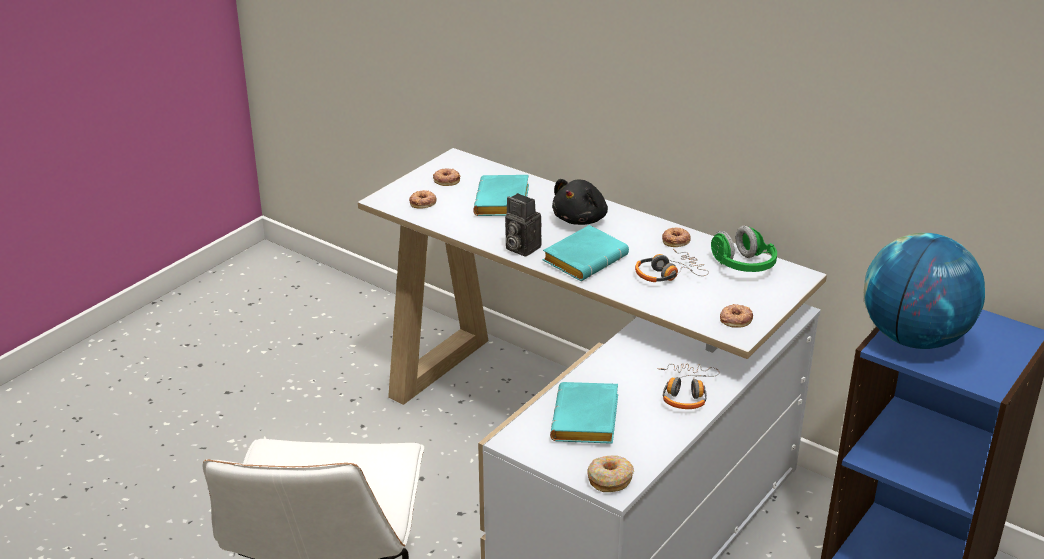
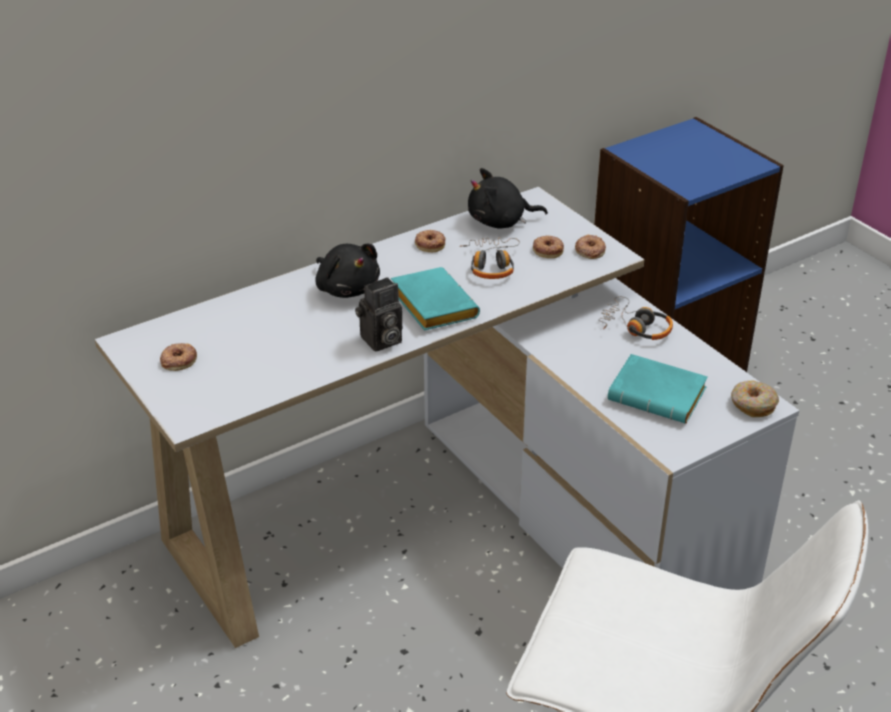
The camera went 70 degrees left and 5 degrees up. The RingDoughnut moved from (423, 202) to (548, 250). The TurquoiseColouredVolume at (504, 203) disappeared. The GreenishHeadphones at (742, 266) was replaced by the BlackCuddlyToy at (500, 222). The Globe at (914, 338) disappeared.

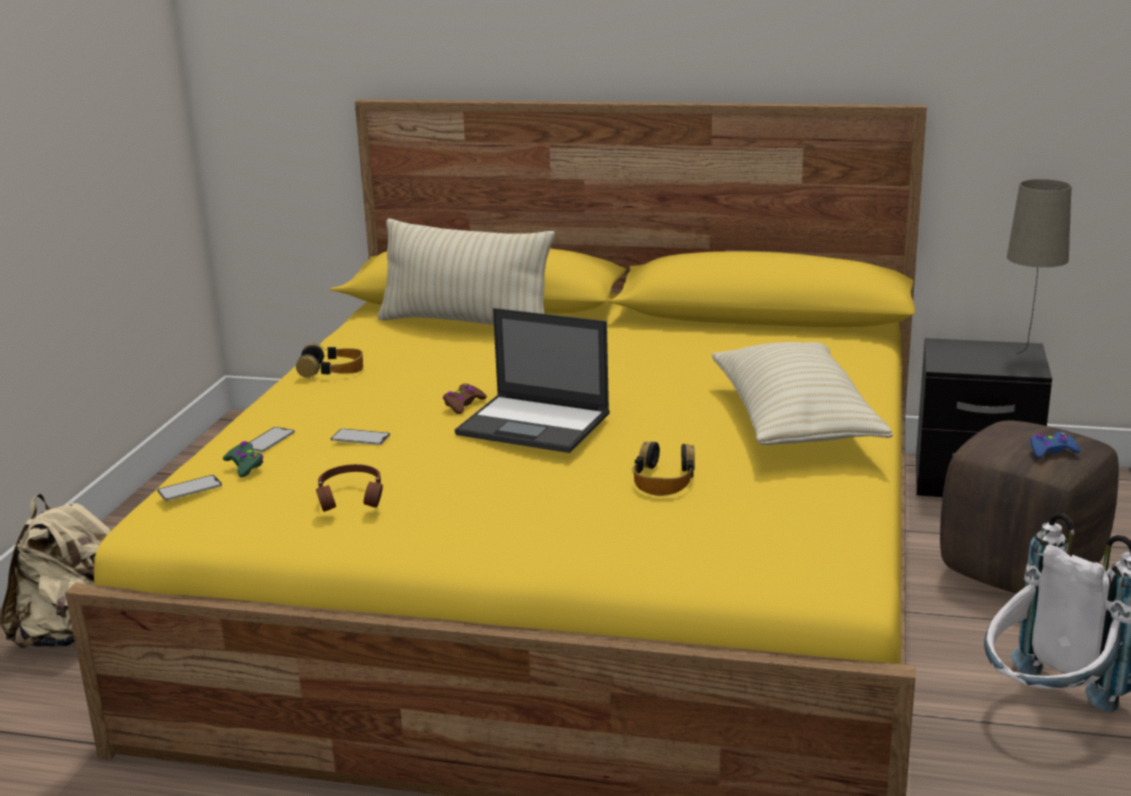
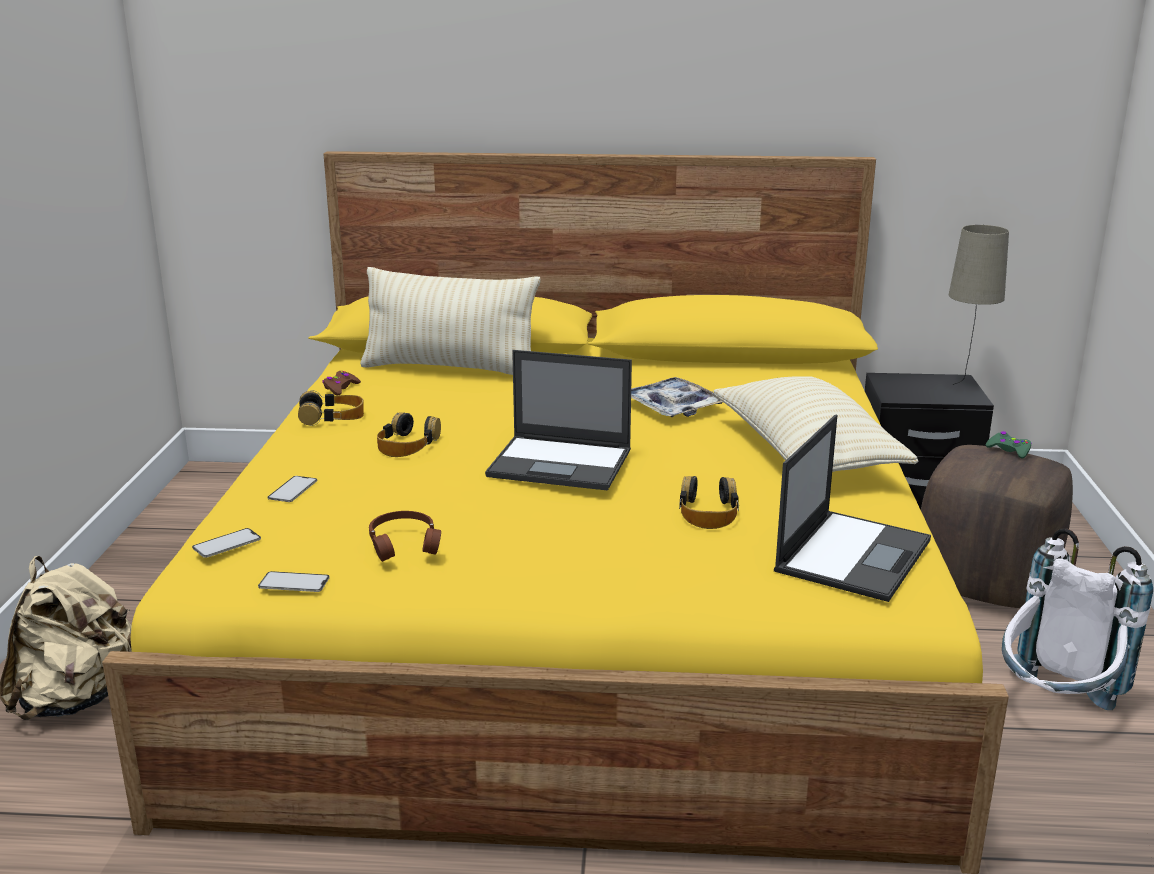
The camera went 10 degrees left and 0 degrees up. The GreenishGameController moved from (245, 465) to (1009, 450). The Phone moved from (360, 437) to (294, 582). The BrownGameController moved from (463, 404) to (340, 388). The BlueGameController at (1052, 451) disappeared. The Headphones at (407, 445) appeared. The Tray at (672, 407) appeared. The Laptop at (853, 554) appeared.

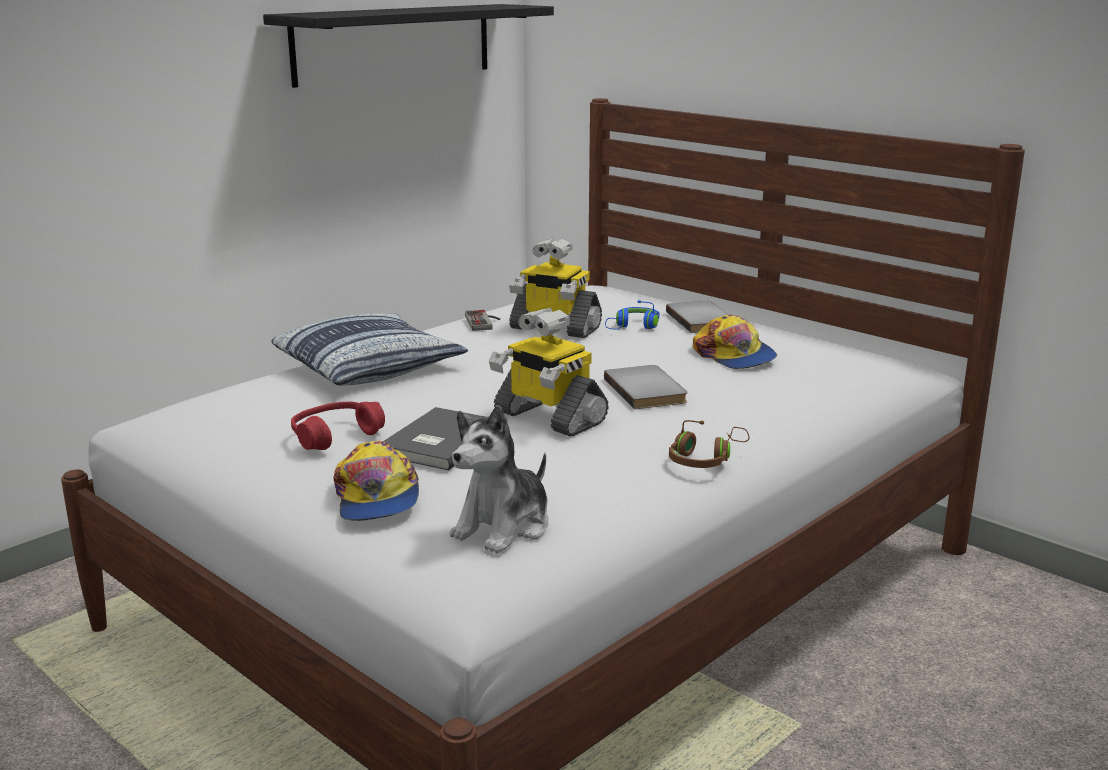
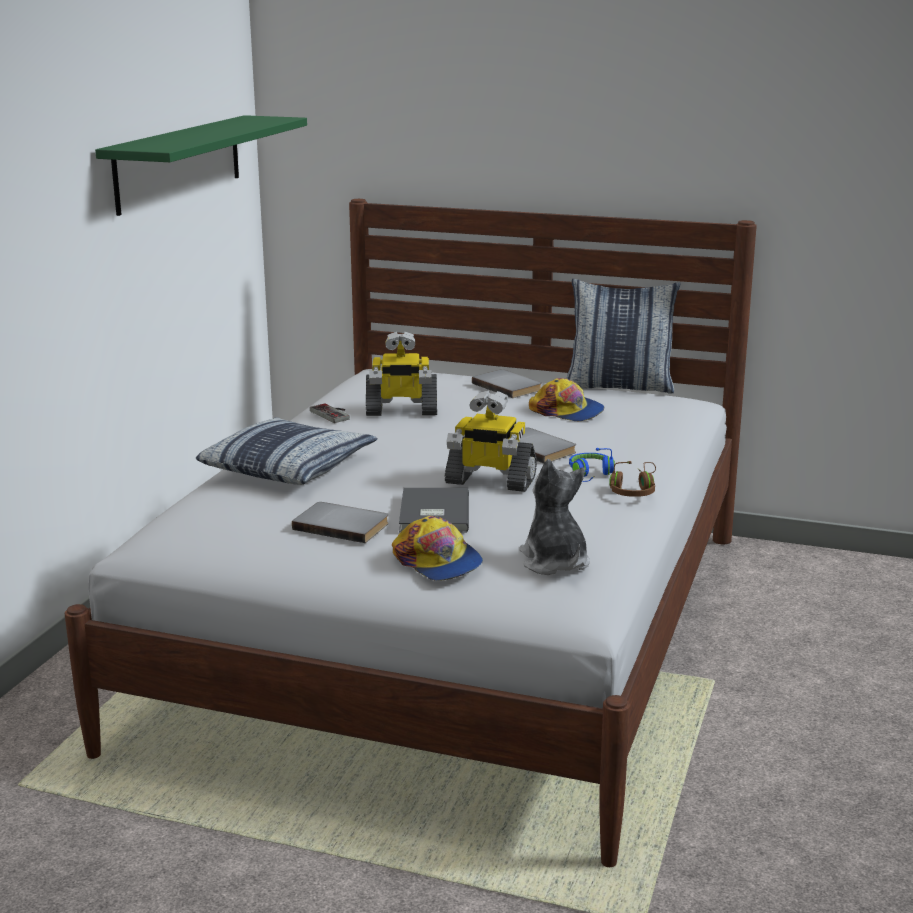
The camera went 25 degrees left and 0 degrees up. The BlackShelf at (394, 43) became the GreenishShelf at (179, 163). The ReddishHeadphones at (335, 436) was replaced by the GreyVolume at (342, 525). The CuddlyToy at (504, 527) turned 150 degrees clockwise. The BlueHeadphones moved from (633, 327) to (590, 475). The Cushion at (620, 386) appeared.

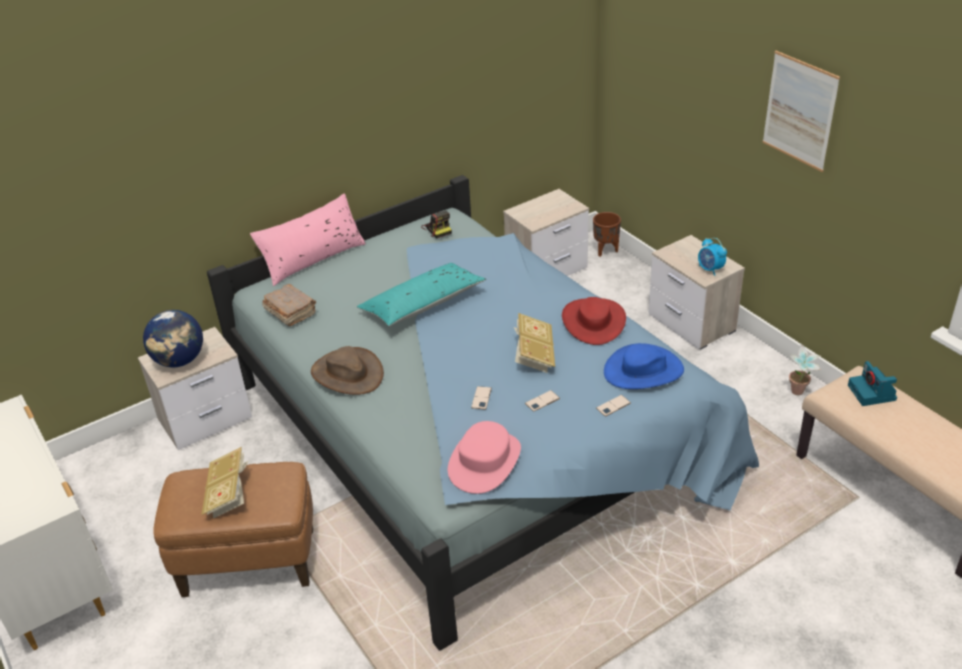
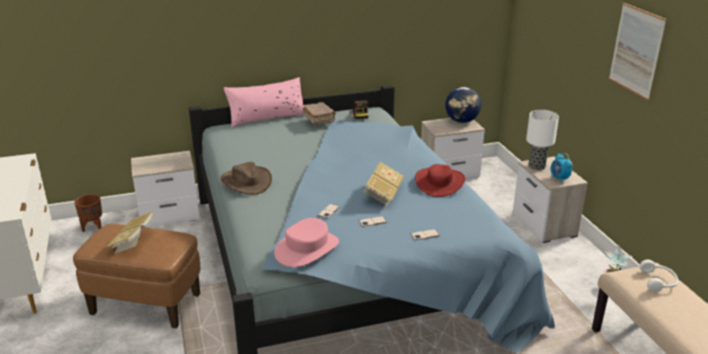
The camera went 15 degrees right and 10 degrees down. The Globe moved from (180, 361) to (462, 121). The BrownVolume moved from (290, 312) to (318, 119). The TurquoiseColouredCushion at (423, 304) disappeared. The BrownPlantPot moved from (605, 250) to (93, 228). The BlueWearableHat at (643, 371) disappeared. The StillCamera at (872, 393) was replaced by the WhiteHeadphones at (659, 281). The LampForATable at (537, 166) appeared.

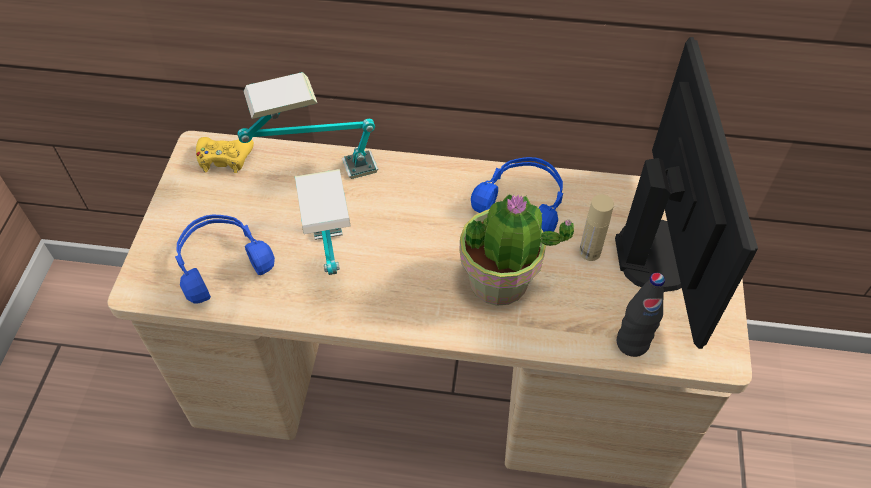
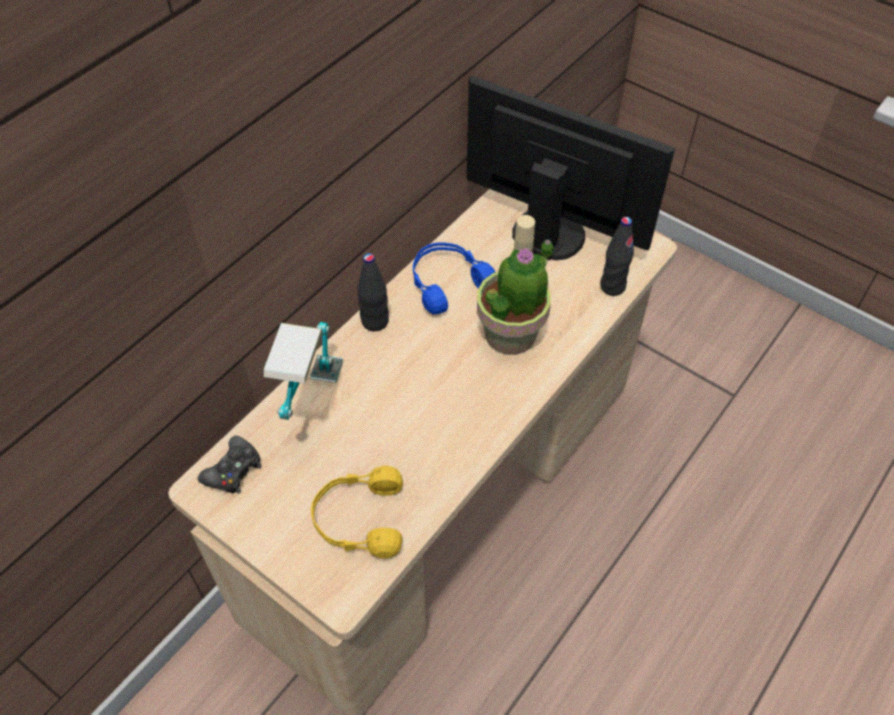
The camera went 60 degrees left and 0 degrees up. The BlueHeadphones at (221, 262) became the YellowHeadphones at (358, 519). The YellowGameController at (224, 158) became the BlackGameController at (233, 470). The LampForATable at (333, 264) disappeared. The BlackBeverageBottle at (375, 322) appeared.

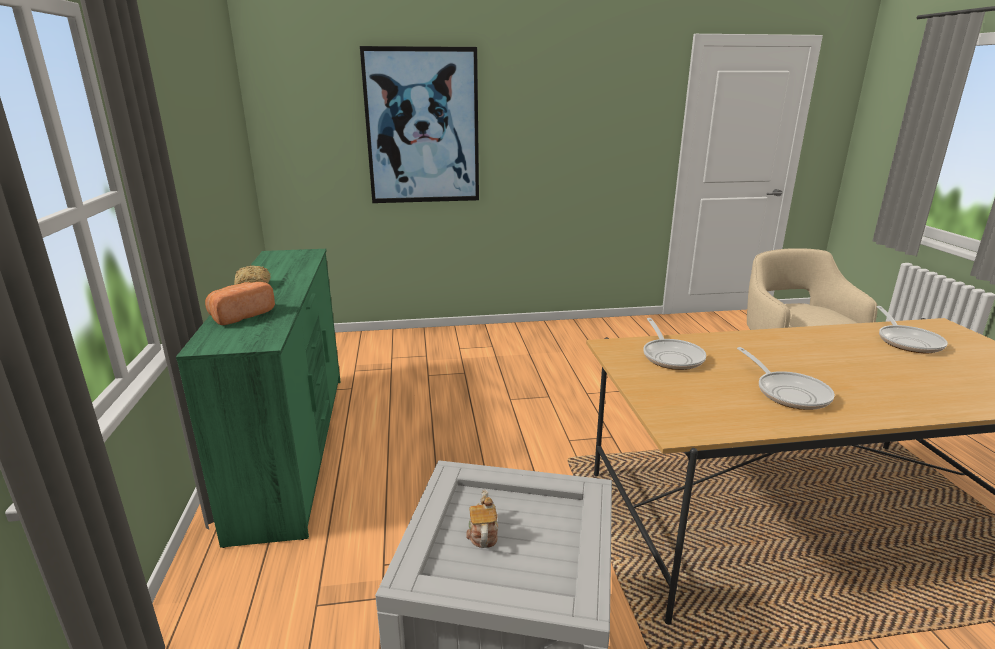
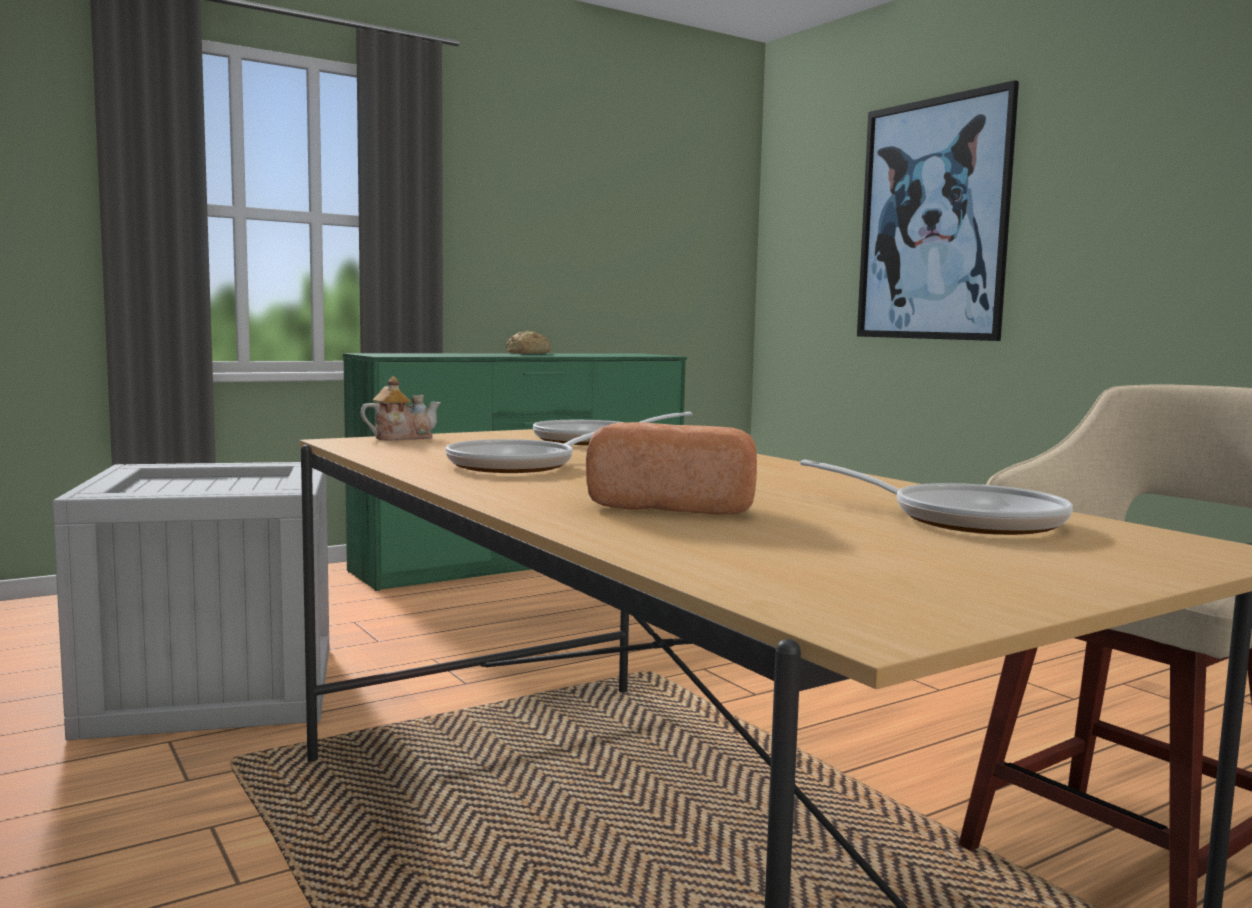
The camera went 65 degrees right and 15 degrees down. The Bread moved from (240, 315) to (675, 506). The PotForTea moved from (482, 533) to (401, 438). The Pan at (907, 341) turned 120 degrees counterclockwise.

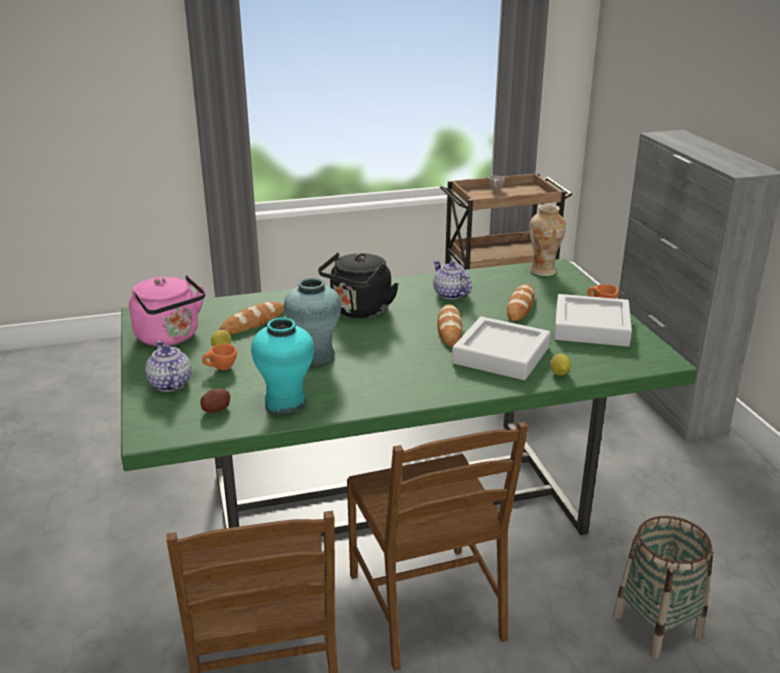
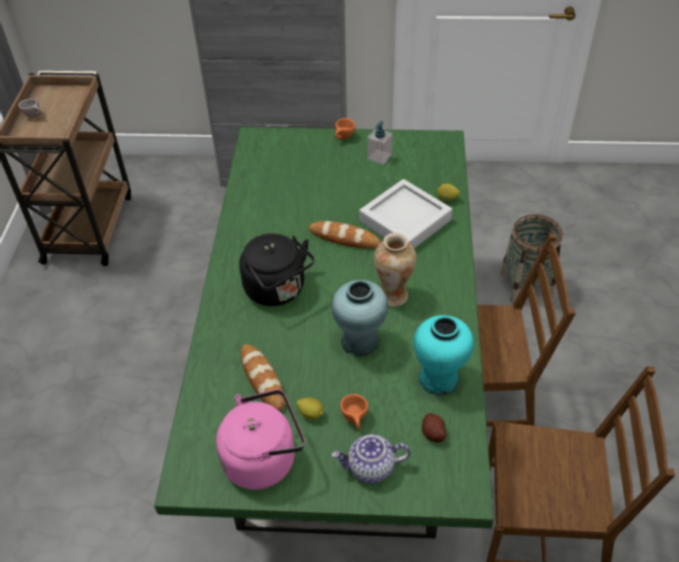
The camera went 70 degrees left and 20 degrees up. The PotForTea at (450, 294) disappeared. The Bread at (520, 306) disappeared. The DecorativeVase moved from (543, 271) to (393, 295). The GreyTray at (591, 327) was replaced by the SoapBottle at (379, 157).

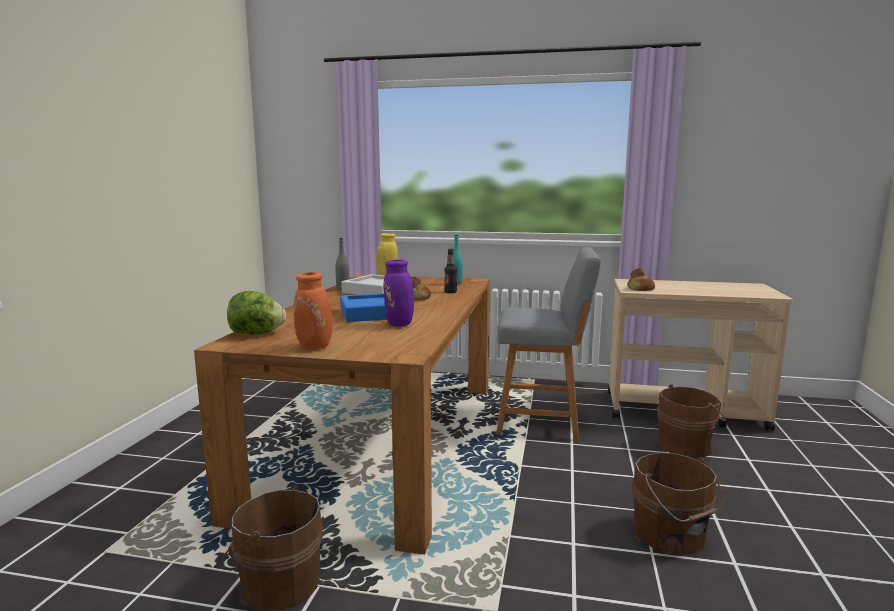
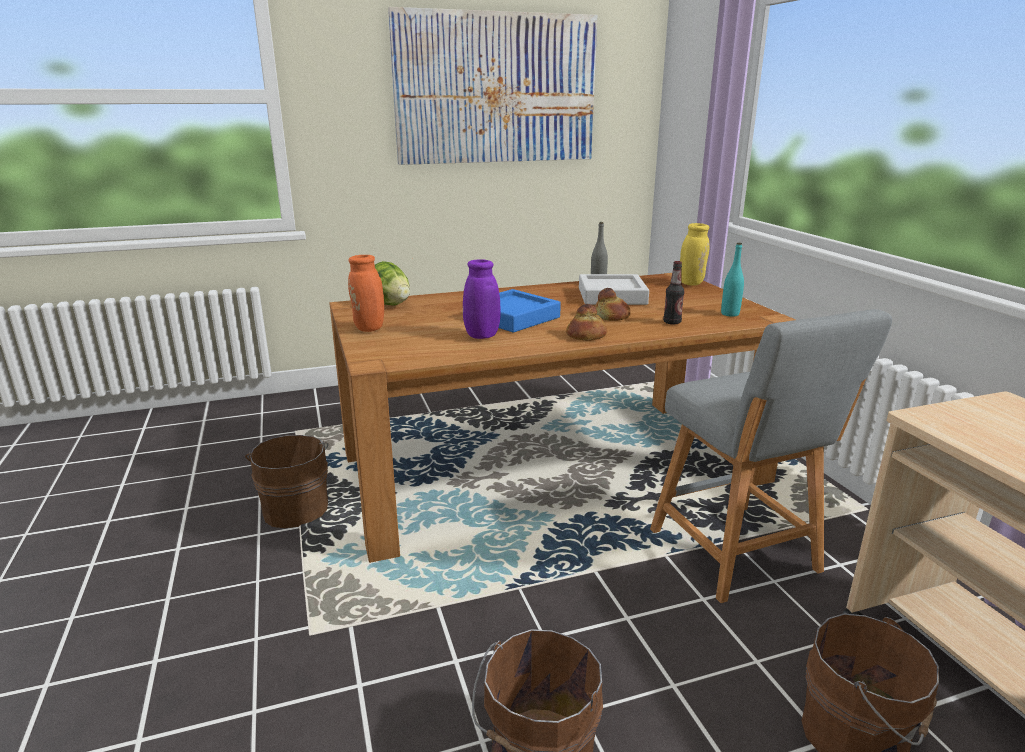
The camera went 60 degrees right and 10 degrees up. The Bread moved from (641, 289) to (587, 336). The WallArt at (496, 89) appeared.

